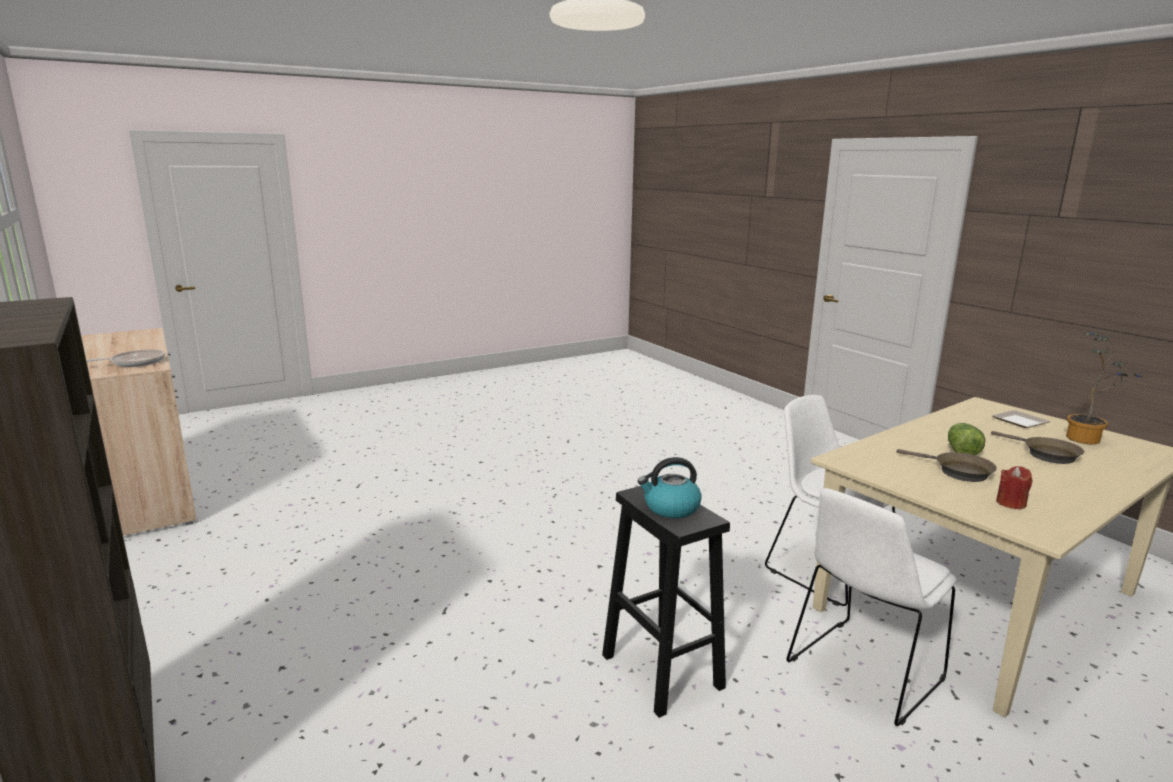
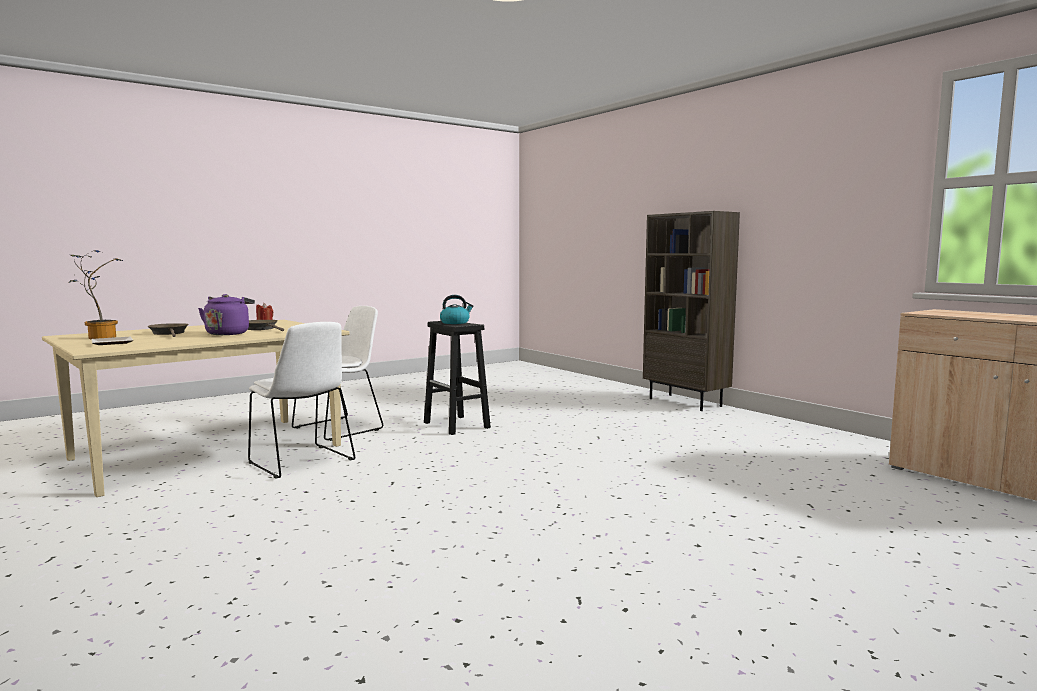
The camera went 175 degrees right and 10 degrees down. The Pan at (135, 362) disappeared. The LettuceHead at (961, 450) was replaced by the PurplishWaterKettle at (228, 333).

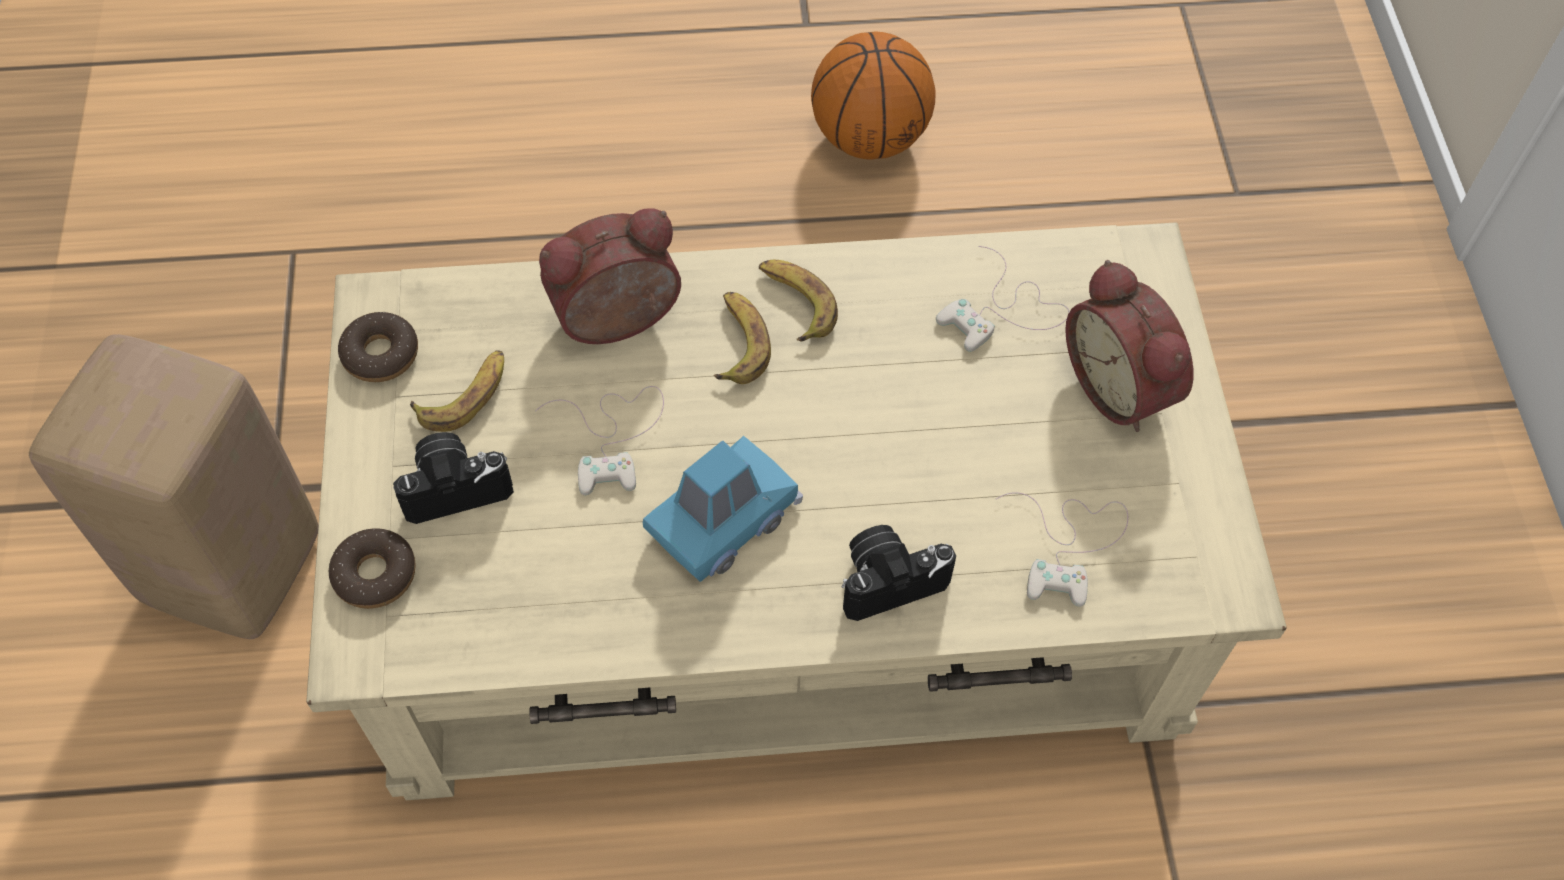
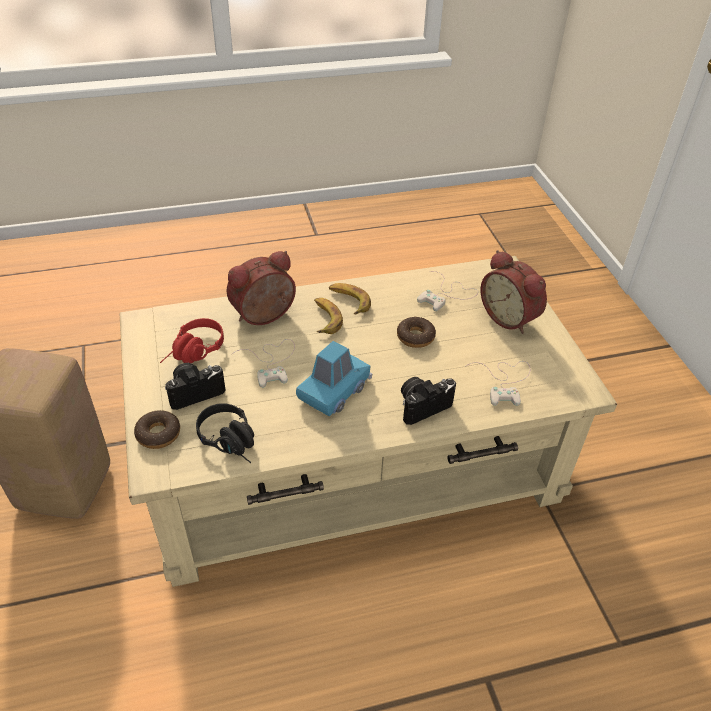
The camera went 10 degrees left and 15 degrees down. The RingDoughnut moved from (381, 354) to (415, 337). The WholeBanana at (466, 395) was replaced by the ReddishHeadphones at (194, 353). The BasketballBall at (869, 138) disappeared. The BlackHeadphones at (233, 442) appeared.

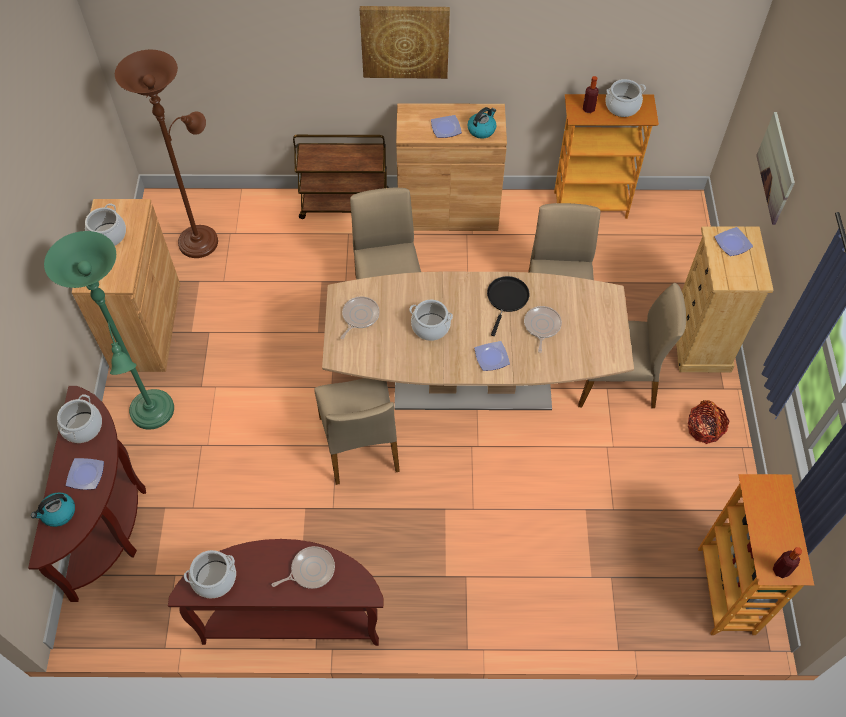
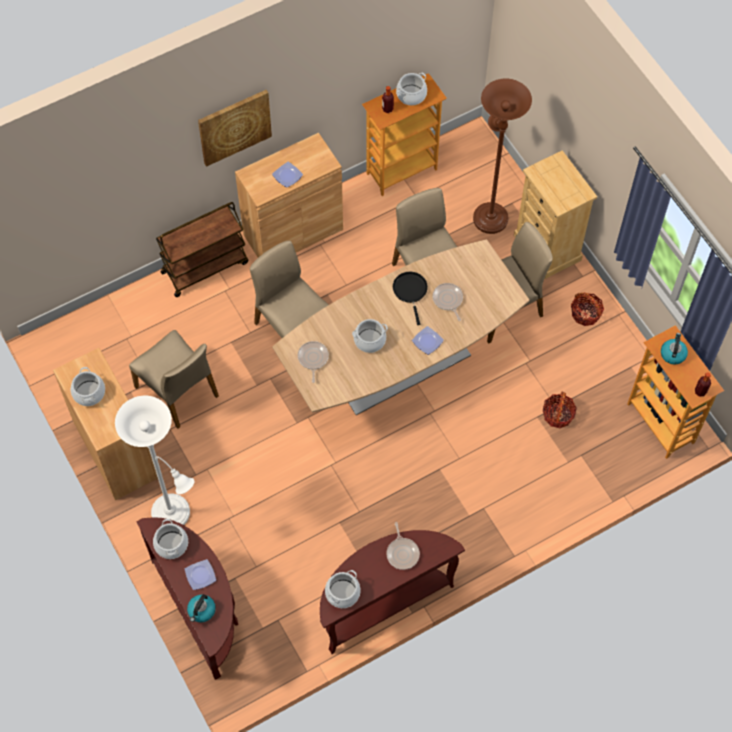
The camera went 30 degrees left and 5 degrees up. The GreenishStandingLamp at (153, 415) became the WhiteStandingLamp at (175, 516). The BrownStandingLamp moved from (201, 238) to (490, 214). The Pan at (310, 570) turned 135 degrees clockwise. The BeigeColouredChair moved from (360, 444) to (178, 391). The WaterKettle moved from (481, 129) to (673, 354). The Plate at (731, 243) disappeared. The WallArt at (776, 168) disappeared. The HouseholdBasket at (558, 415) appeared.

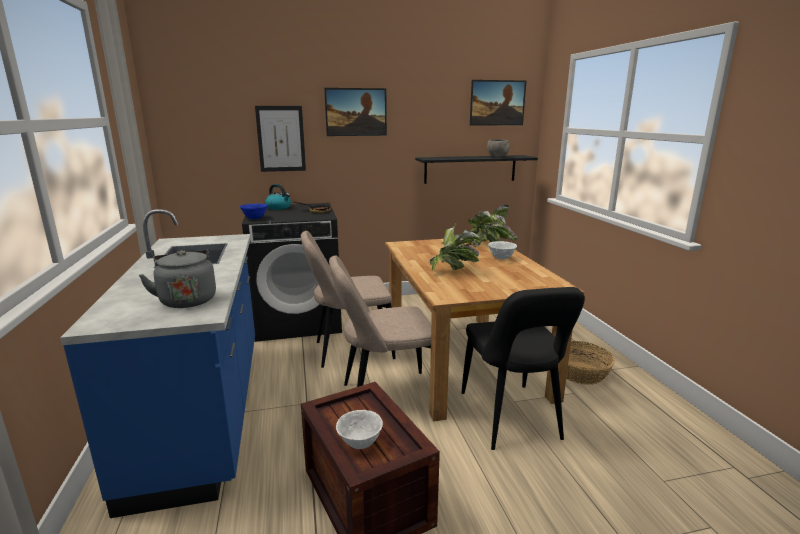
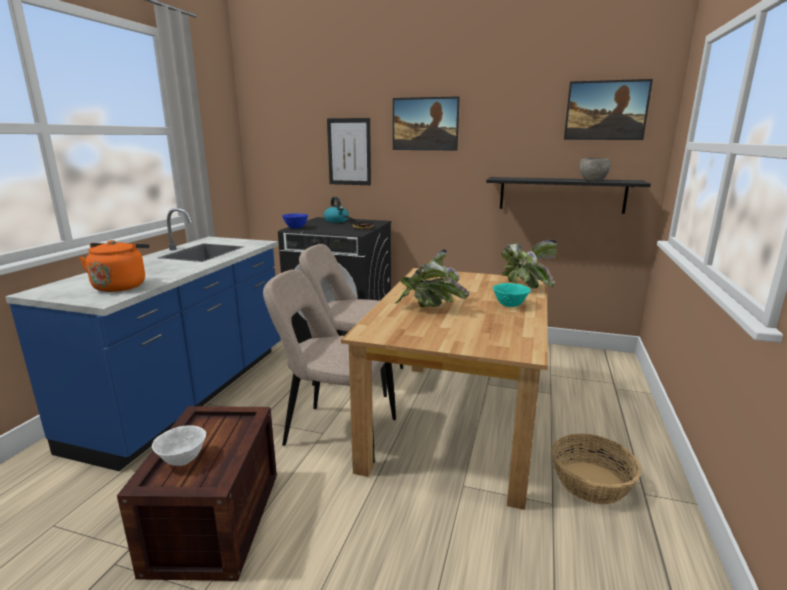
The camera went 30 degrees right and 0 degrees up. The GreyWaterKettle at (187, 300) became the OrangeColouredWaterKettle at (121, 286). The BlackChair at (511, 419) disappeared. The WhiteDeepDish at (501, 258) became the TurquoiseColouredDeepDish at (510, 305).

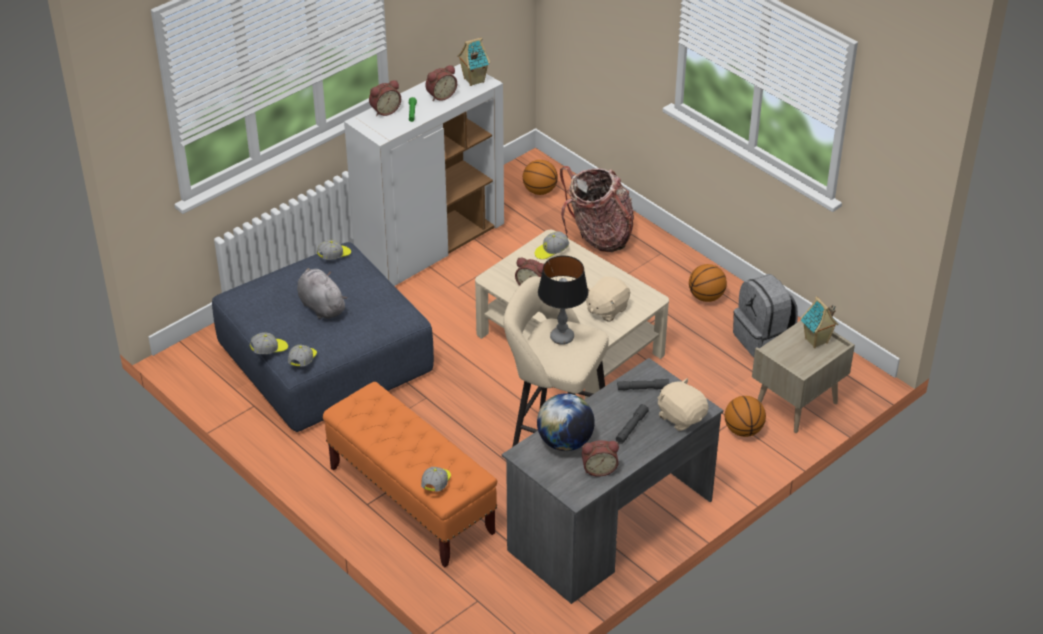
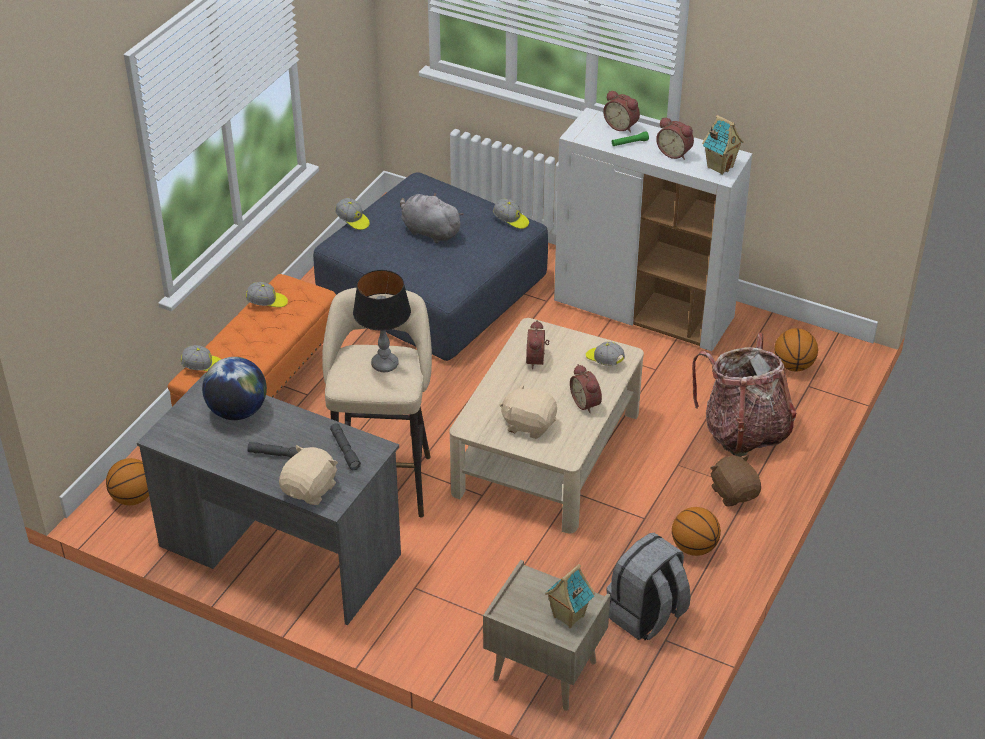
The camera went 70 degrees right and 0 degrees up. The BaseballCap moved from (303, 360) to (267, 302). The GreyCuddlyToy at (321, 306) turned 90 degrees counterclockwise. The TableClock moved from (599, 468) to (587, 403). The BasketballBall moved from (743, 430) to (133, 498). The BrownCuddlyToy at (734, 493) appeared.

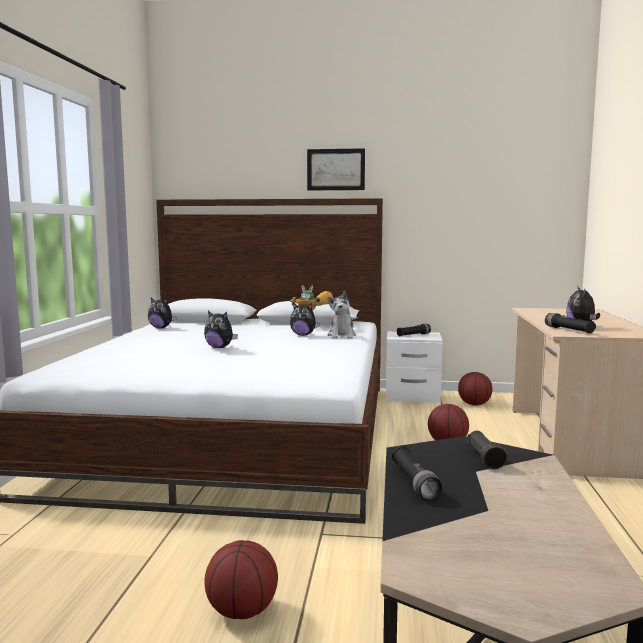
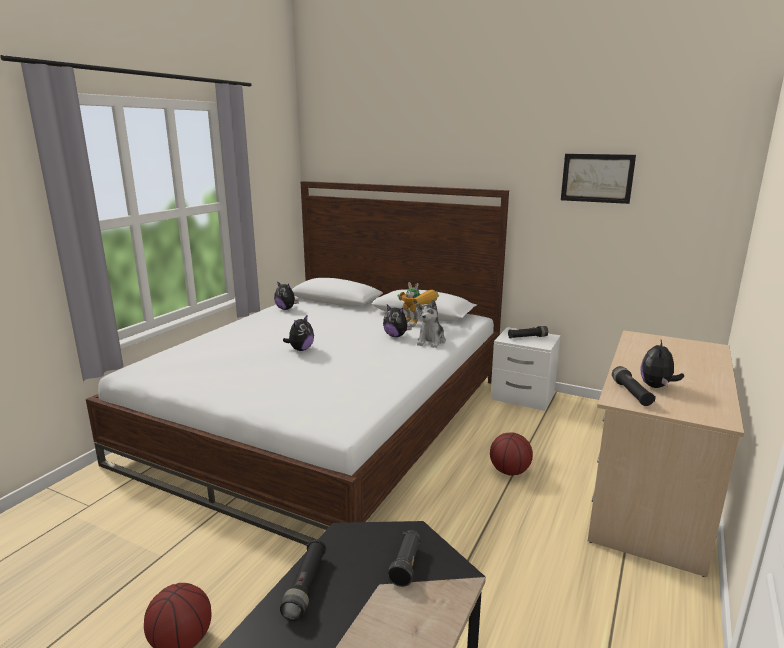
The camera went 20 degrees right and 10 degrees up. The CuddlyToy at (220, 347) turned 105 degrees counterclockwise. The WallArt moved from (336, 169) to (597, 178). The BasketballBall at (474, 404) disappeared.

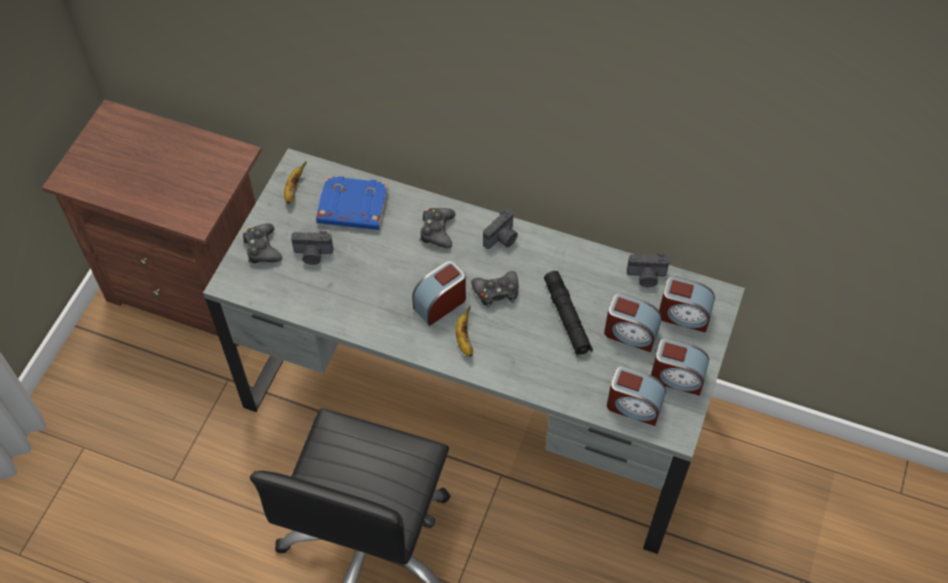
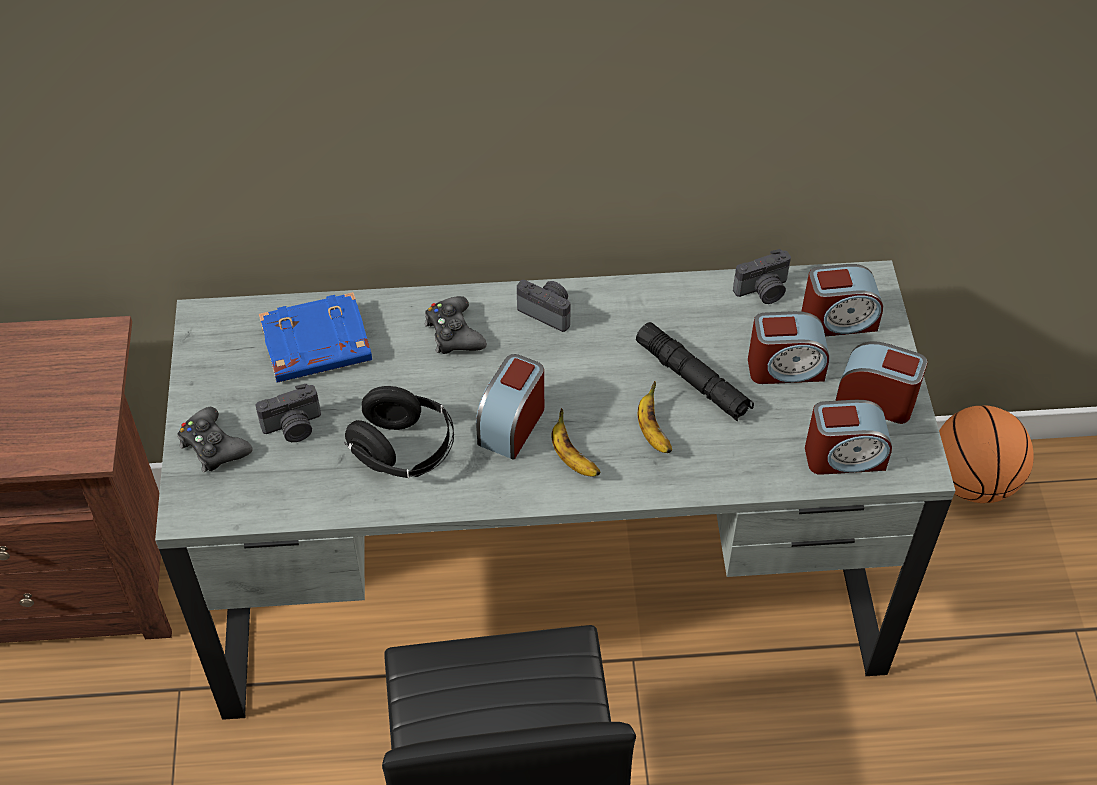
The camera went 25 degrees left and 5 degrees down. The WholeBanana moved from (293, 189) to (652, 431). The BlackGameController at (496, 292) disappeared. The StillCamera at (502, 238) turned 75 degrees counterclockwise. The TableClock at (677, 377) turned 150 degrees counterclockwise. The BlackHeadphones at (403, 451) appeared. The BasketballBall at (972, 481) appeared.

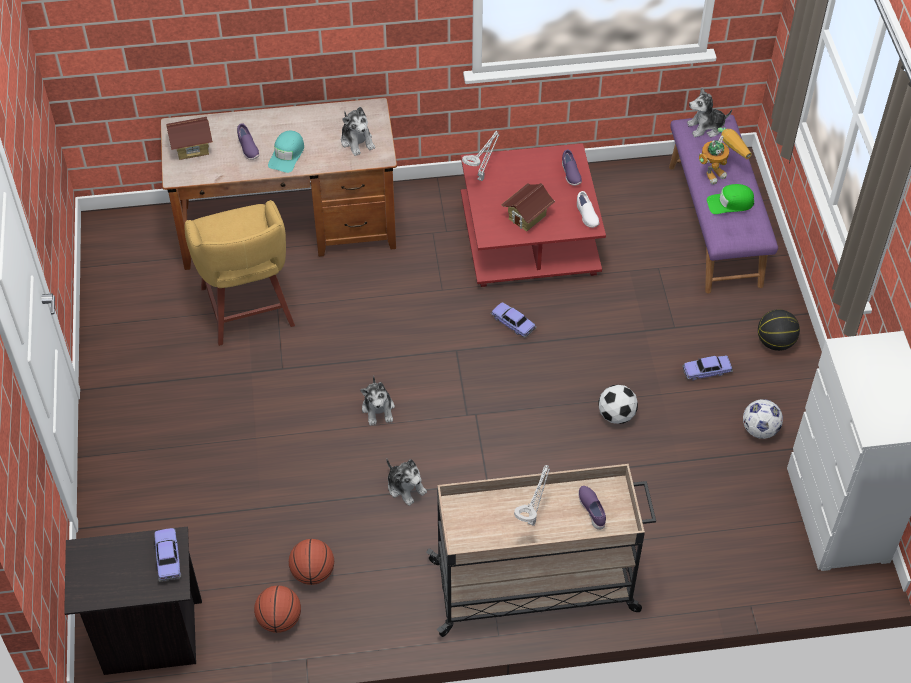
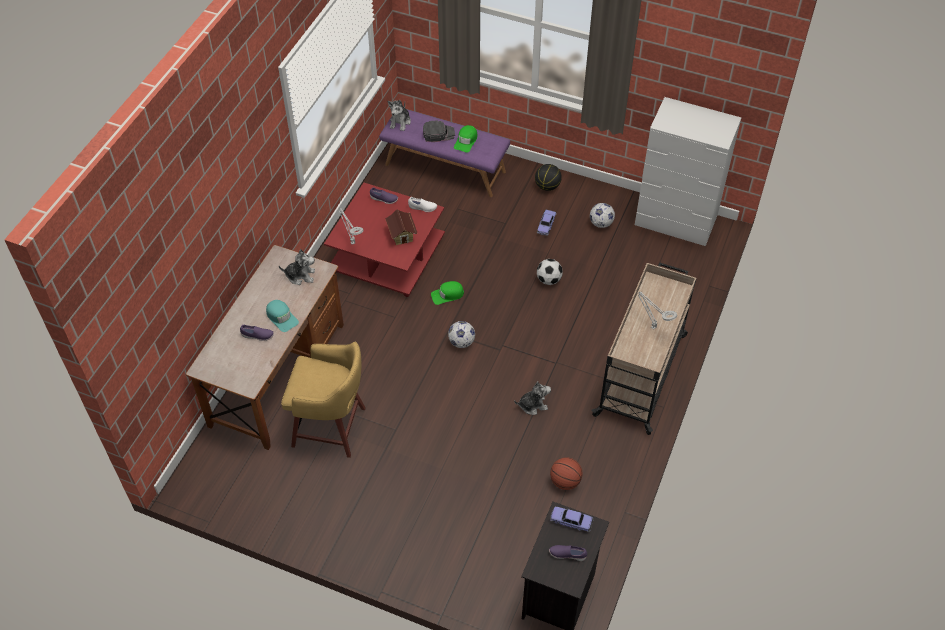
The camera went 60 degrees left and 0 degrees up. The ModelHouse at (192, 148) disappeared. The BasketballBall at (279, 620) disappeared. The CuddlyToy at (378, 409) disappeared. The ToyCar at (513, 323) was replaced by the GreenishBaseballCap at (447, 295). The PurplishItemOfFootwear moved from (592, 510) to (567, 554). The ToyRobot at (719, 171) was replaced by the BlackBaseballCap at (438, 133). The Football at (461, 342) appeared.

